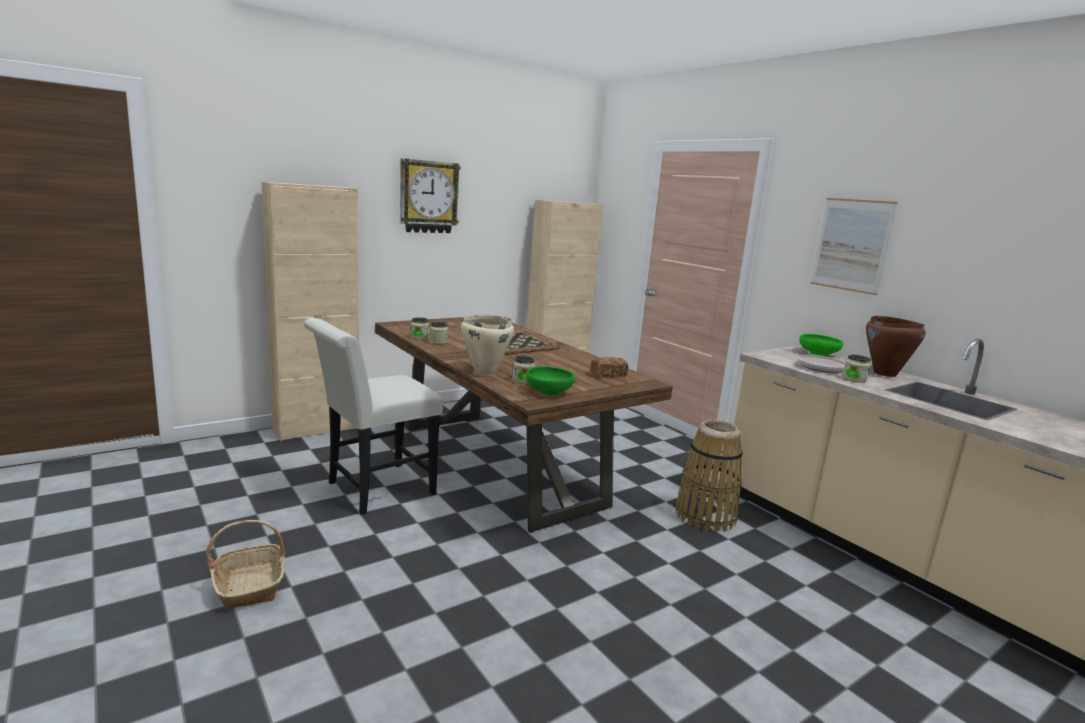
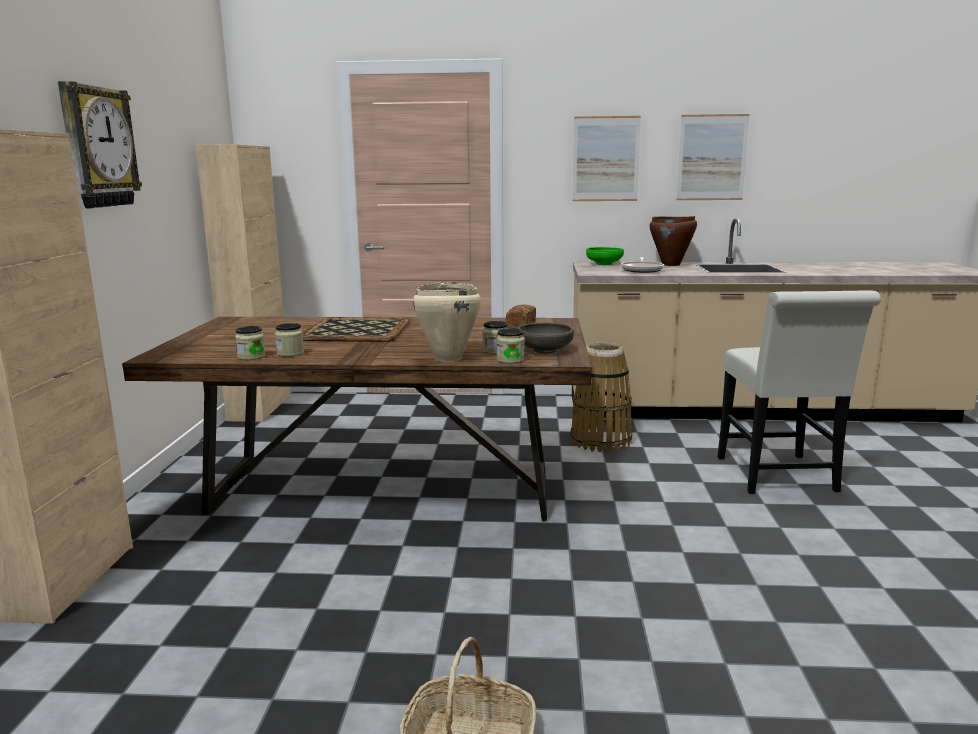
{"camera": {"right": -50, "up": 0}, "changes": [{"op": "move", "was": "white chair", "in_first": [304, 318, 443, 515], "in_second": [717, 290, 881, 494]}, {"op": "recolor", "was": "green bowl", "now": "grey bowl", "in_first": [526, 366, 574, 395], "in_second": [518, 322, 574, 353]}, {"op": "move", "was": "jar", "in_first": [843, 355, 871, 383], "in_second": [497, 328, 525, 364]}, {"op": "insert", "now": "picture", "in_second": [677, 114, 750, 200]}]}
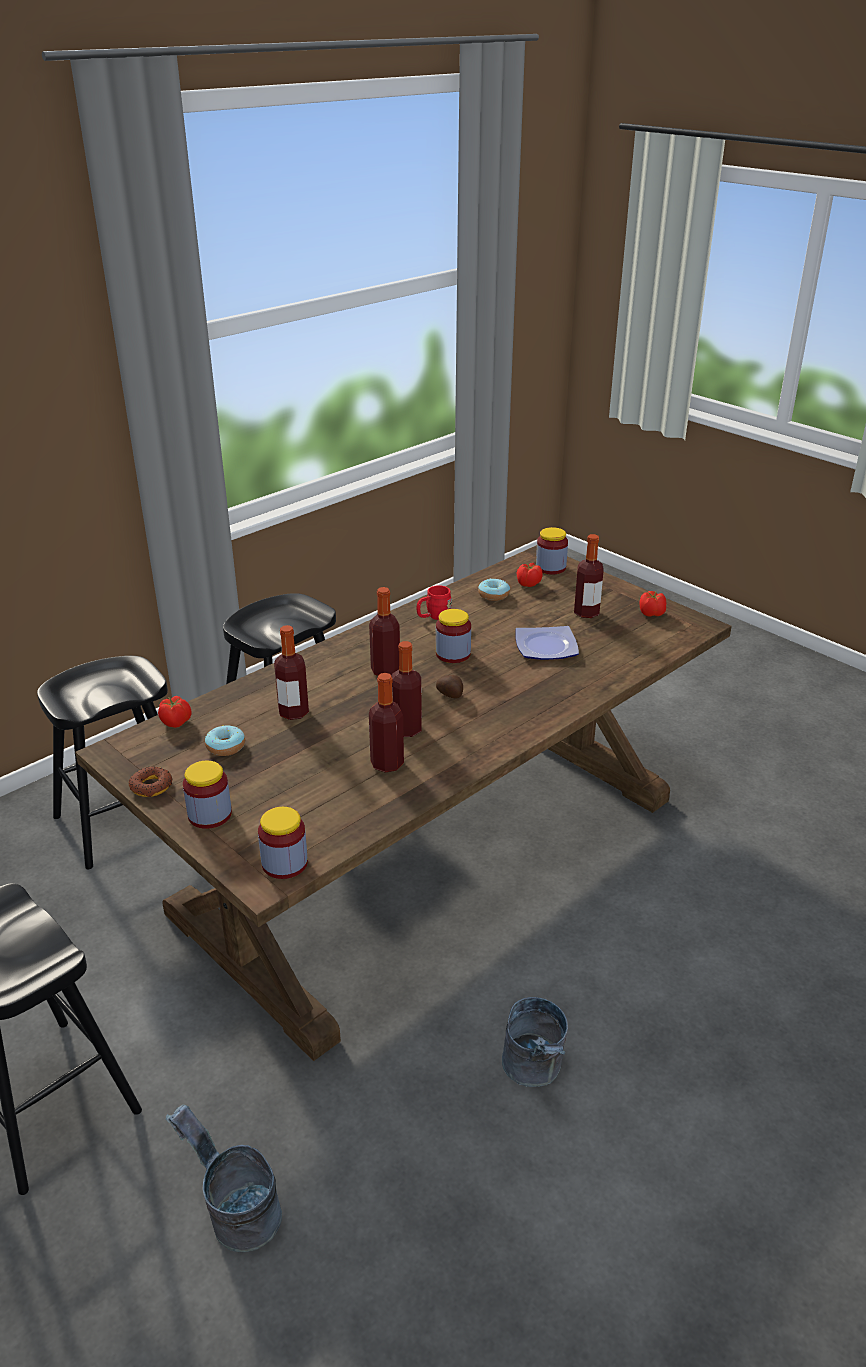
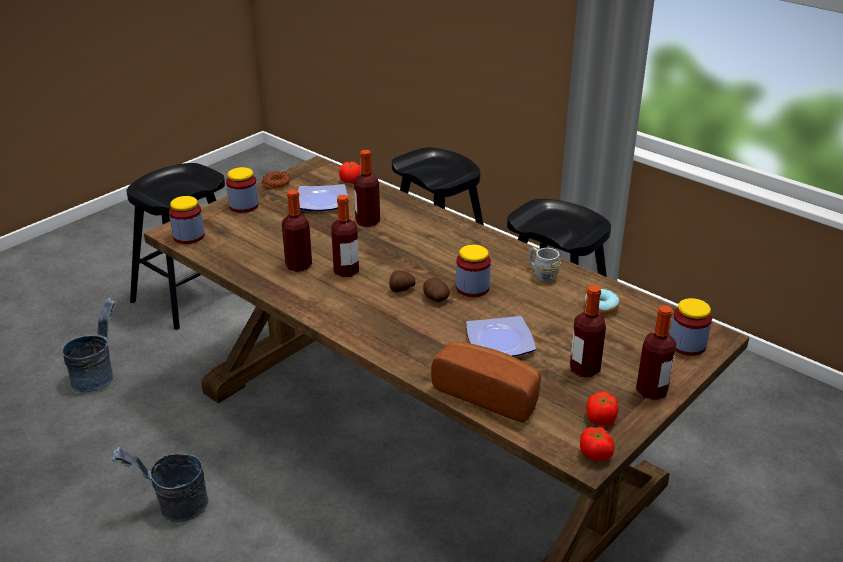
{"camera": {"right": 85, "up": 0}, "changes": [{"op": "replace", "was": "donut", "now": "plate", "in_first": [205, 725, 245, 756], "in_second": [298, 184, 348, 211]}, {"op": "move", "was": "bottle", "in_first": [369, 587, 400, 676], "in_second": [636, 305, 676, 400]}, {"op": "recolor", "was": "red mug", "now": "grey mug", "in_first": [417, 585, 452, 620], "in_second": [528, 247, 561, 283]}, {"op": "move", "was": "tomato", "in_first": [517, 563, 543, 587], "in_second": [580, 427, 615, 461]}, {"op": "insert", "now": "potato", "in_second": [423, 278, 450, 302]}, {"op": "insert", "now": "bread", "in_second": [431, 341, 541, 422]}]}
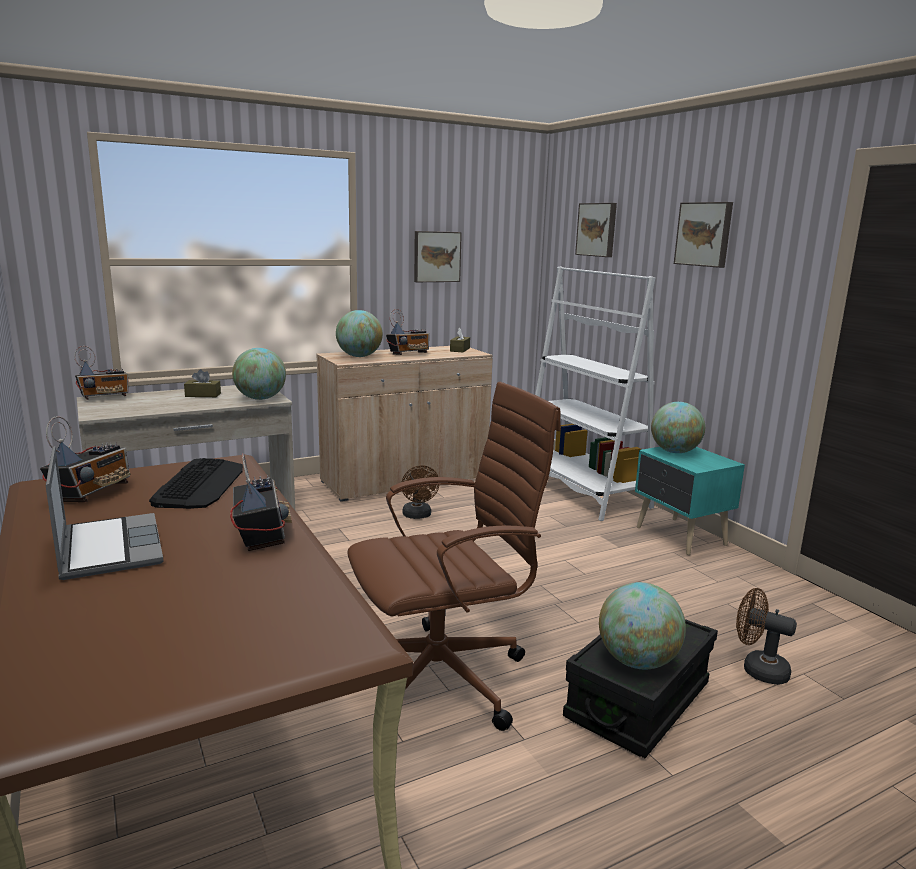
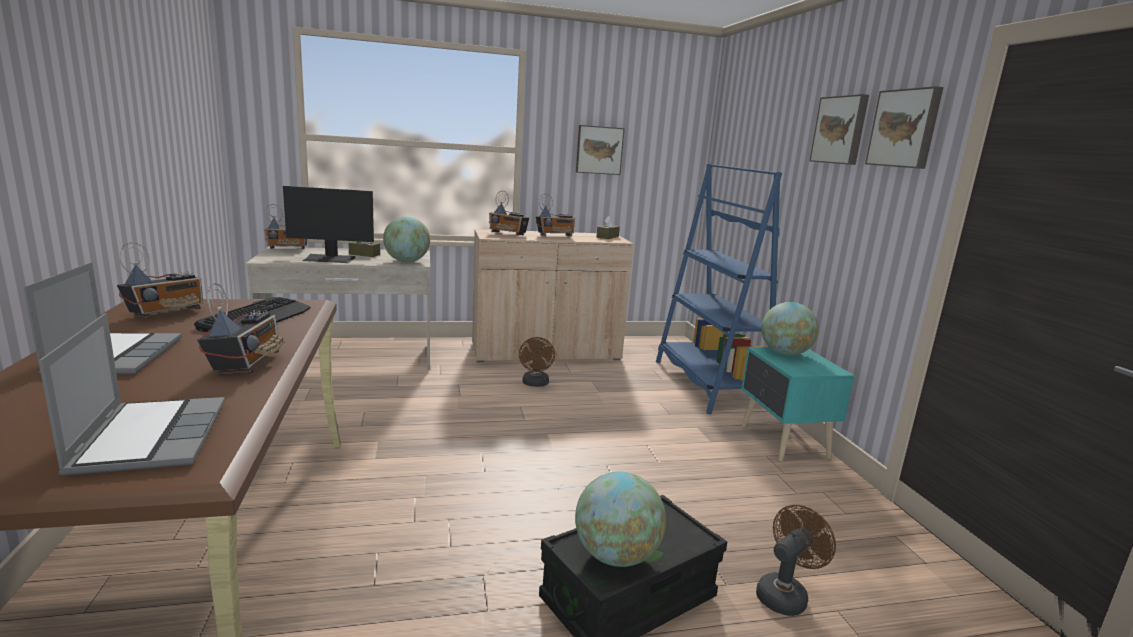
{"camera": {"right": 15, "up": 0}, "changes": [{"op": "replace", "was": "globe", "now": "radio", "in_first": [336, 310, 383, 357], "in_second": [489, 191, 529, 235]}, {"op": "delete", "was": "brown office chair", "in_first": [347, 382, 561, 731]}, {"op": "recolor", "was": "white bookcase", "now": "blue bookcase", "in_first": [535, 267, 655, 521], "in_second": [656, 163, 782, 415]}, {"op": "move", "was": "picture", "in_first": [575, 203, 617, 257], "in_second": [865, 86, 944, 169]}, {"op": "rotate", "was": "brown fan", "in_first": [736, 588, 797, 685], "in_second": [756, 505, 836, 616], "clockwise": 90}, {"op": "insert", "now": "laptop", "in_second": [38, 313, 225, 476]}, {"op": "insert", "now": "monitor", "in_second": [283, 186, 374, 263]}]}
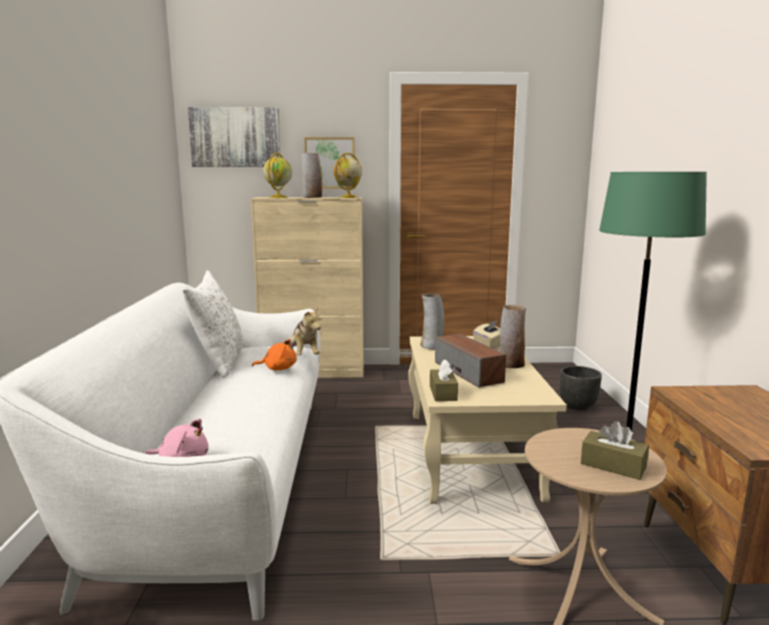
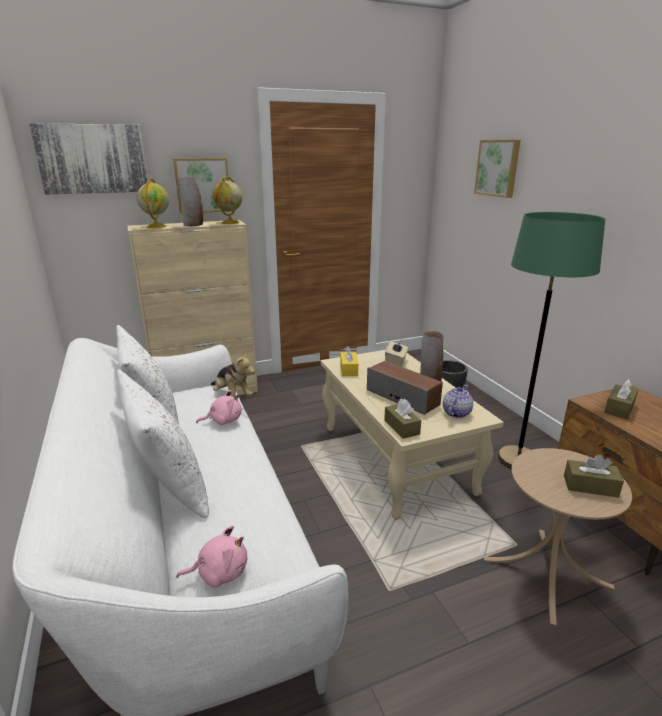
{"camera": {"right": -20, "up": 10}, "changes": [{"op": "recolor", "was": "orange plush toy", "now": "pink plush toy", "in_first": [252, 339, 297, 370], "in_second": [196, 390, 242, 425]}, {"op": "replace", "was": "vase", "now": "yellow tissue box", "in_first": [420, 293, 444, 349], "in_second": [340, 346, 358, 376]}, {"op": "insert", "now": "white pillow", "in_second": [117, 370, 209, 518]}, {"op": "insert", "now": "teapot", "in_second": [443, 385, 473, 418]}, {"op": "insert", "now": "picture", "in_second": [474, 140, 521, 198]}, {"op": "insert", "now": "brown tissue box", "in_second": [604, 379, 638, 419]}]}
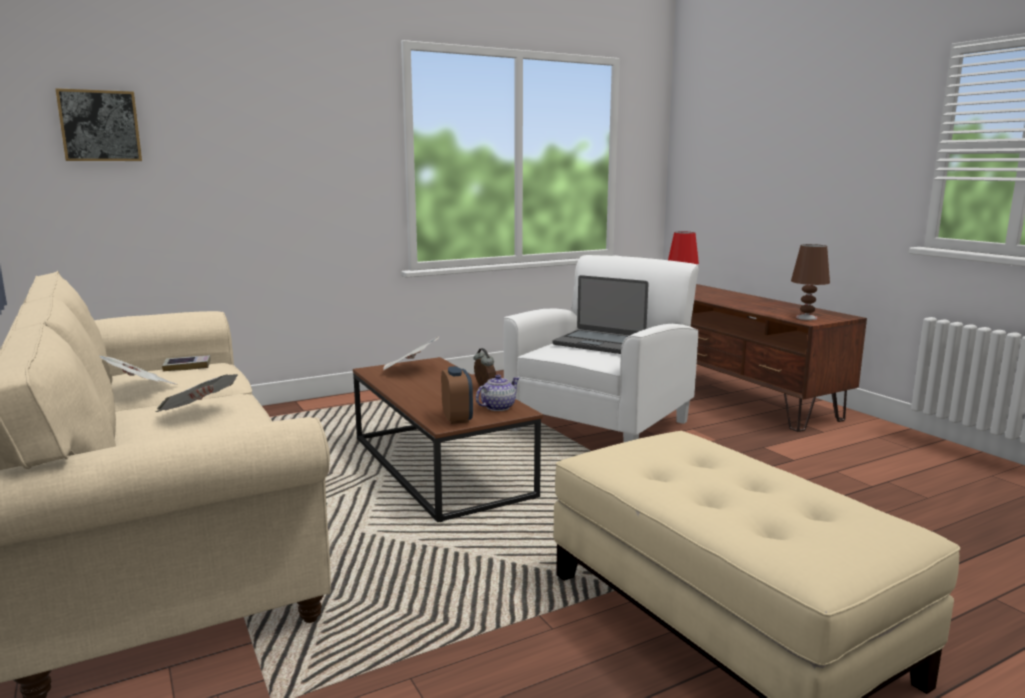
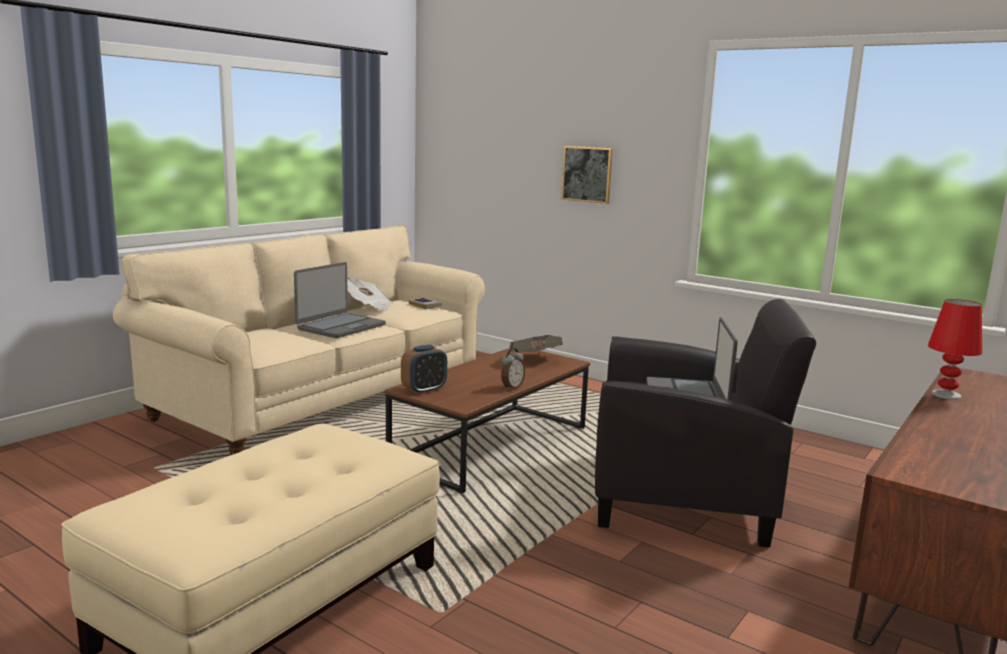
{"camera": {"right": 65, "up": 0}, "changes": [{"op": "move", "was": "picture", "in_first": [55, 88, 142, 161], "in_second": [561, 146, 613, 204]}, {"op": "replace", "was": "newspaper", "now": "laptop", "in_first": [155, 374, 238, 412], "in_second": [294, 262, 386, 338]}, {"op": "delete", "was": "teapot", "in_first": [476, 375, 519, 411]}, {"op": "recolor", "was": "white armchair", "now": "black armchair", "in_first": [504, 255, 699, 442], "in_second": [595, 299, 816, 548]}, {"op": "delete", "was": "brown table lamp", "in_first": [791, 244, 830, 320]}]}
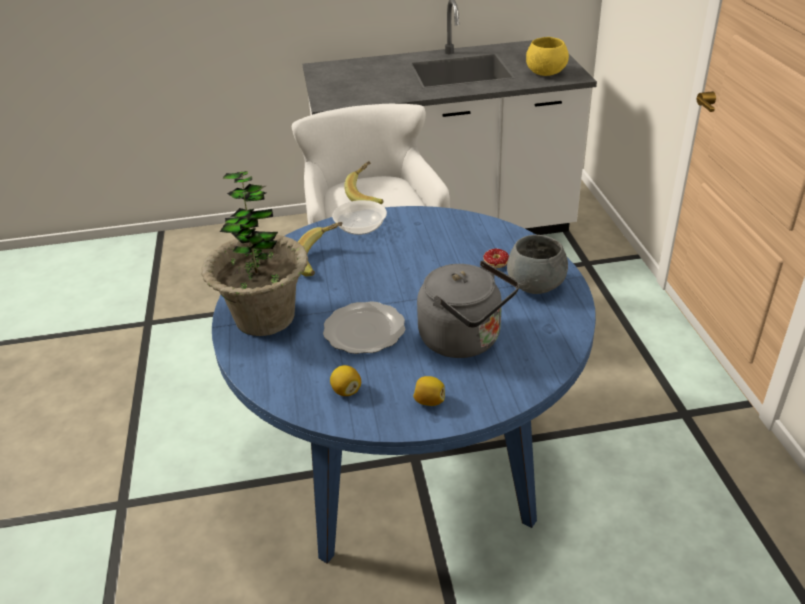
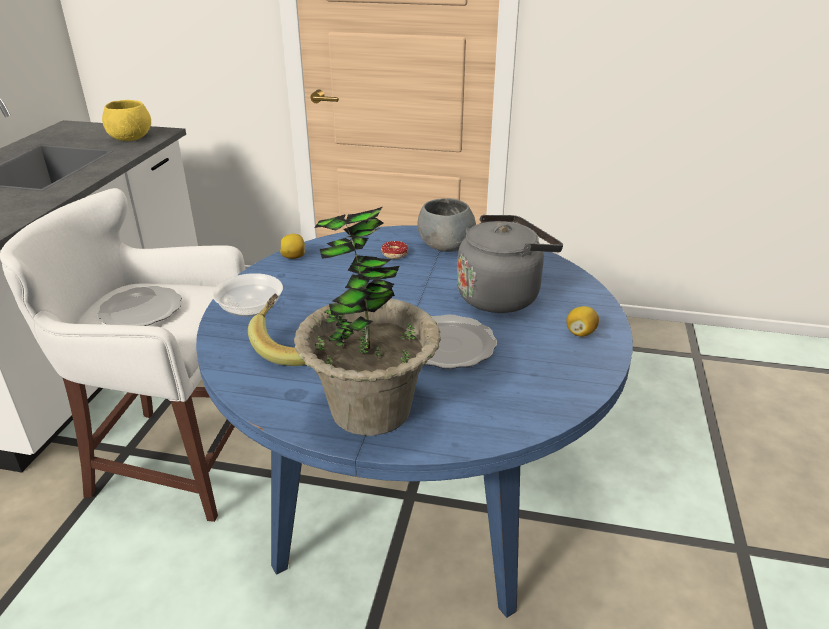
{"camera": {"right": -70, "up": -5}, "changes": [{"op": "move", "was": "lemon", "in_first": [330, 365, 361, 396], "in_second": [280, 234, 305, 259]}, {"op": "replace", "was": "banana", "now": "plate", "in_first": [344, 161, 384, 204], "in_second": [97, 286, 182, 326]}]}
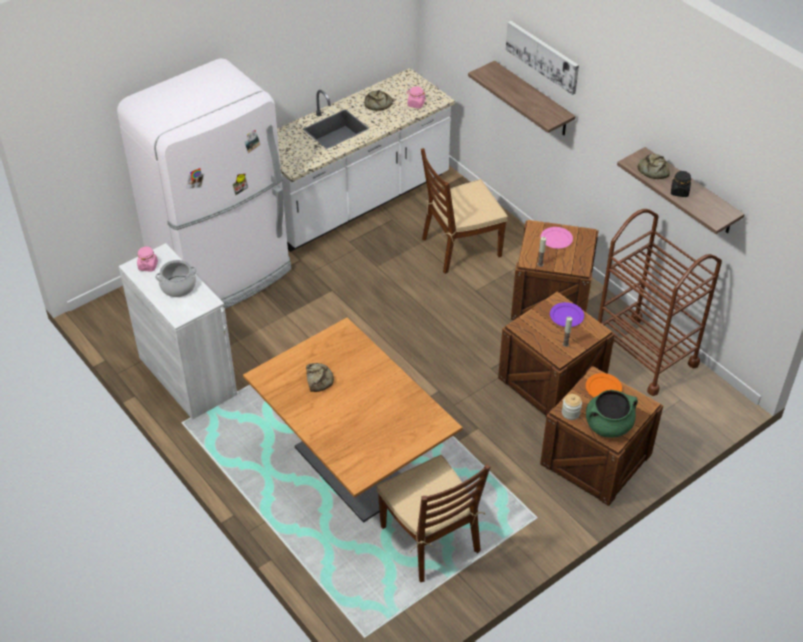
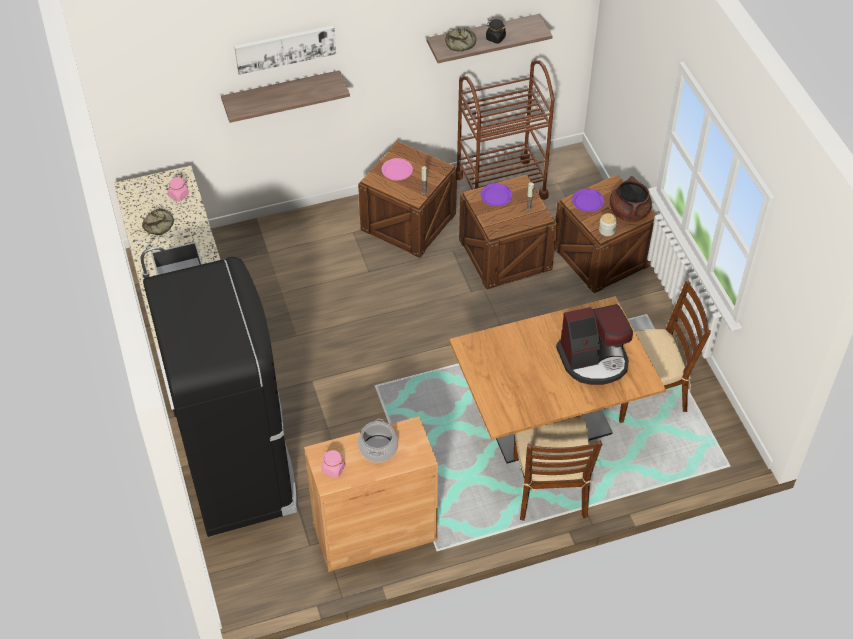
{"camera": {"right": -70, "up": 5}, "changes": [{"op": "recolor", "was": "white fridge", "now": "black fridge", "in_first": [117, 58, 291, 309], "in_second": [143, 257, 297, 537]}, {"op": "recolor", "was": "white cabinet", "now": "brown cabinet", "in_first": [119, 243, 237, 420], "in_second": [304, 416, 438, 572]}, {"op": "delete", "was": "bread", "in_first": [306, 363, 334, 392]}, {"op": "move", "was": "brown chair", "in_first": [421, 148, 508, 274], "in_second": [514, 417, 602, 521]}, {"op": "recolor", "was": "orange plate", "now": "purple plate", "in_first": [586, 373, 622, 397], "in_second": [572, 189, 604, 212]}, {"op": "recolor", "was": "green cooking pot", "now": "brown cooking pot", "in_first": [586, 390, 638, 438], "in_second": [610, 176, 652, 222]}, {"op": "insert", "now": "coffee machine", "in_second": [556, 304, 633, 385]}]}
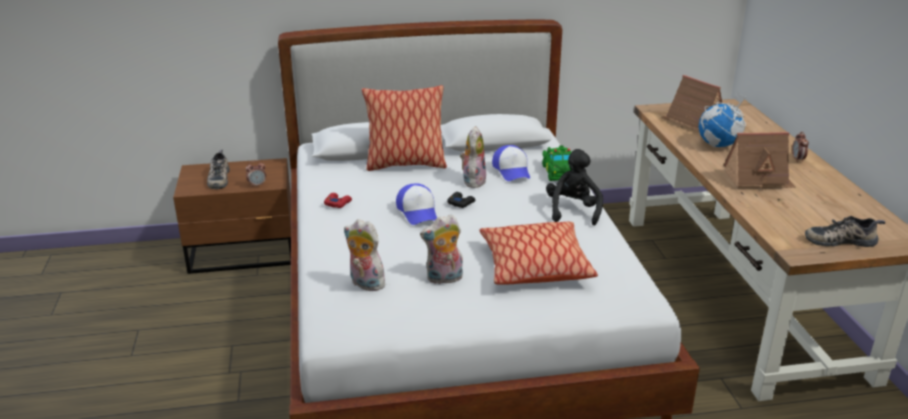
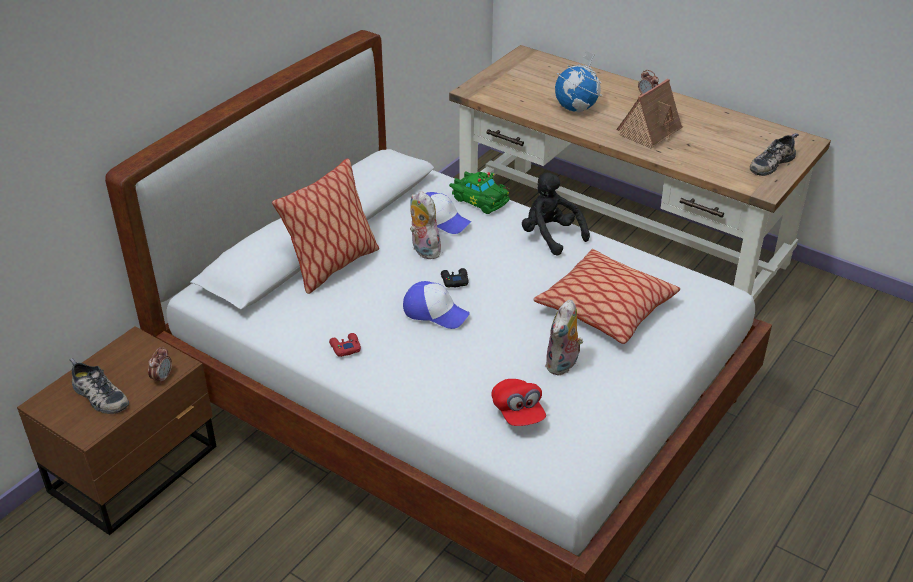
{"camera": {"right": -45, "up": 10}, "changes": [{"op": "replace", "was": "plush toy", "now": "red cap", "in_first": [344, 219, 387, 291], "in_second": [491, 379, 546, 426]}, {"op": "delete", "was": "toy house", "in_first": [661, 75, 722, 133]}]}
